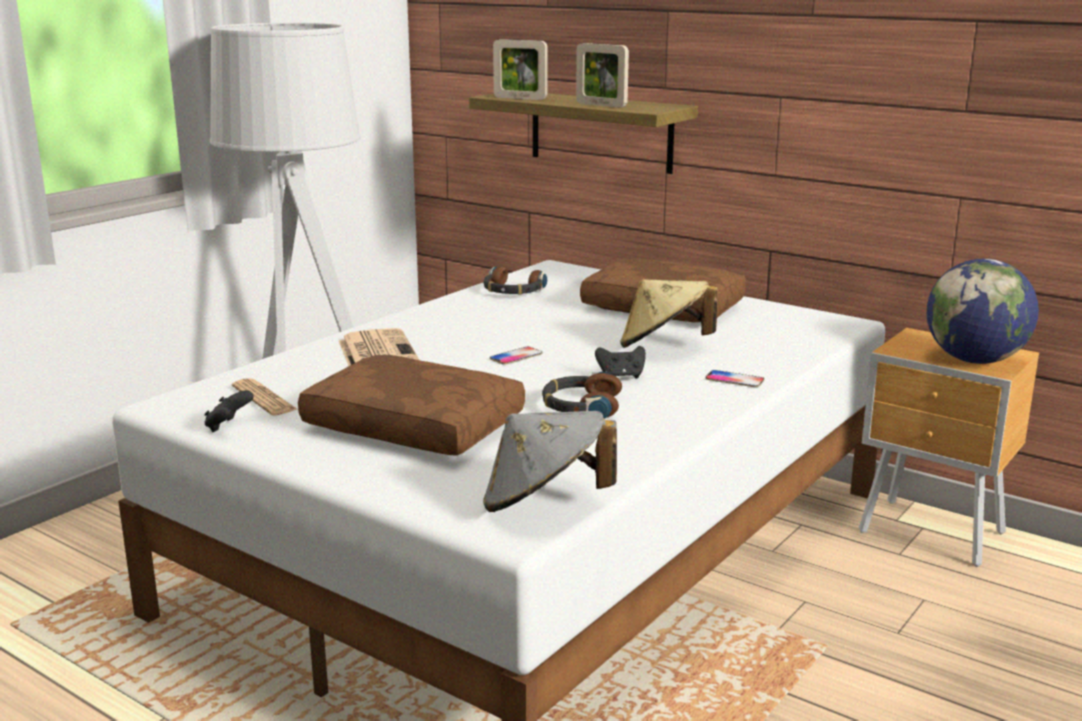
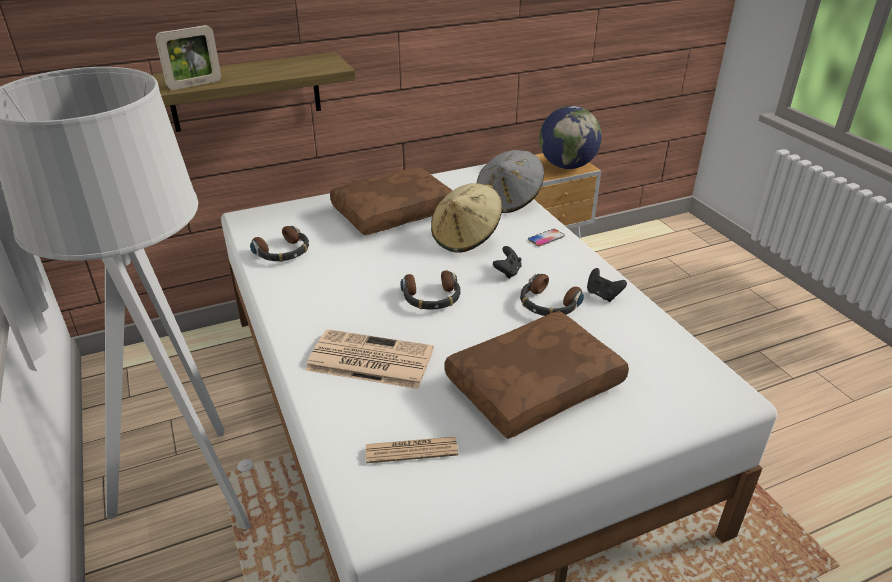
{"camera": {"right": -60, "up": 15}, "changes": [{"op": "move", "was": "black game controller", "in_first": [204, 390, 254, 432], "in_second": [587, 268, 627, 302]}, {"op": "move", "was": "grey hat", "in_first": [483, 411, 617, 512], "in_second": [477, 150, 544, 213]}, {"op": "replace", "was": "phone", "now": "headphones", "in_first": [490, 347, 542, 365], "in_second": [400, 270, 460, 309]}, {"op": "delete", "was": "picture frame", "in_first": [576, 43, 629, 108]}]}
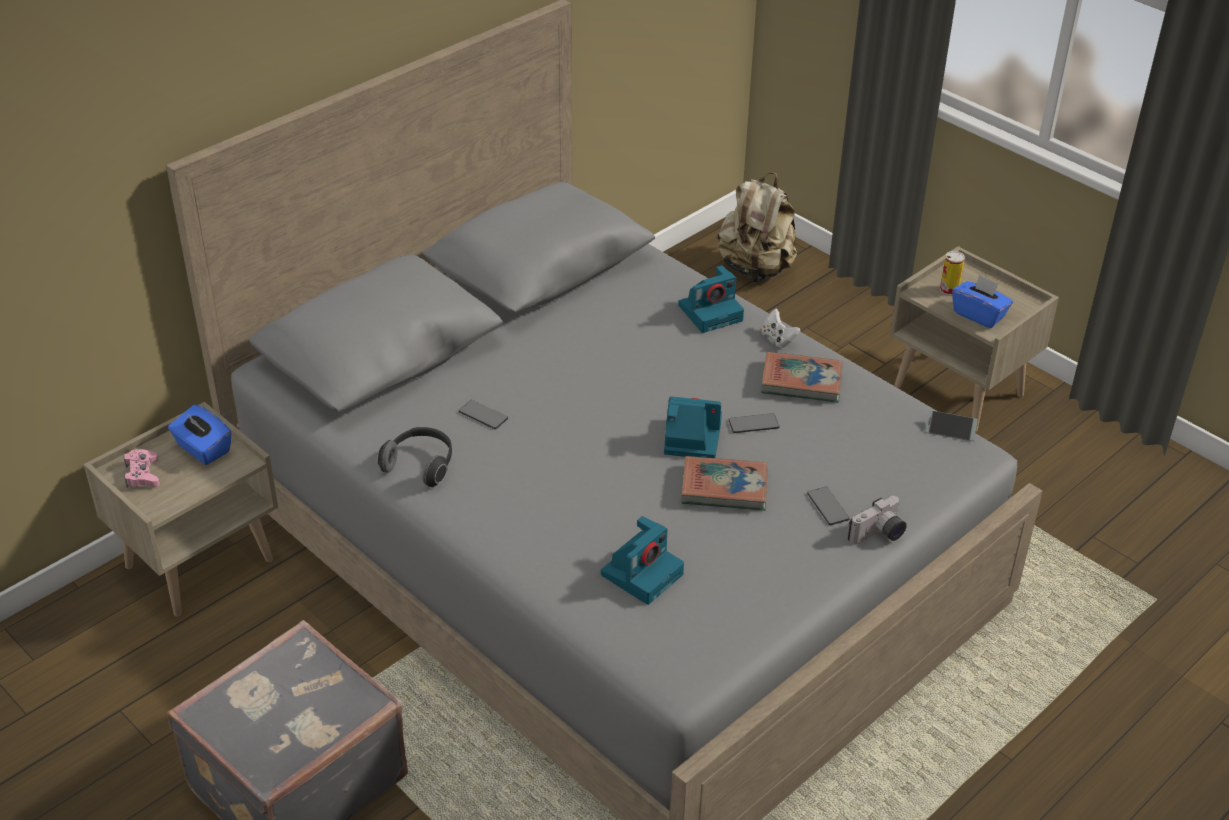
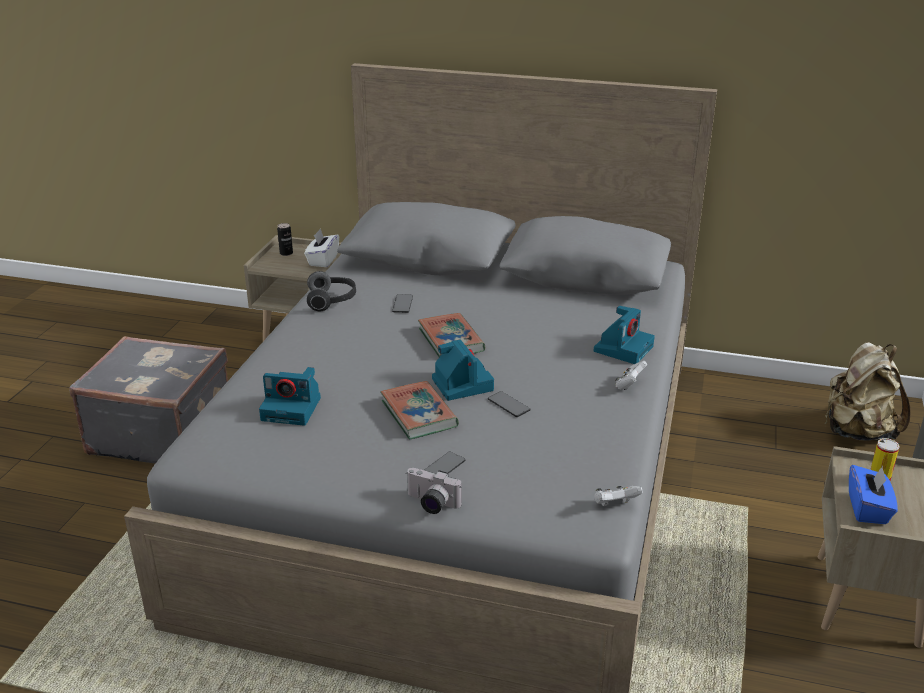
{"camera": {"right": 60, "up": -10}, "changes": [{"op": "replace", "was": "pink game controller", "now": "can", "in_first": [124, 449, 160, 487], "in_second": [277, 223, 293, 256]}, {"op": "recolor", "was": "blue tissue box", "now": "white tissue box", "in_first": [168, 405, 232, 465], "in_second": [304, 229, 339, 267]}, {"op": "rotate", "was": "photo camera", "in_first": [678, 265, 744, 333], "in_second": [594, 306, 655, 364], "clockwise": -90}, {"op": "move", "was": "book", "in_first": [761, 352, 843, 403], "in_second": [418, 313, 485, 357]}, {"op": "replace", "was": "phone", "now": "white game controller", "in_first": [926, 410, 978, 441], "in_second": [594, 486, 643, 507]}]}
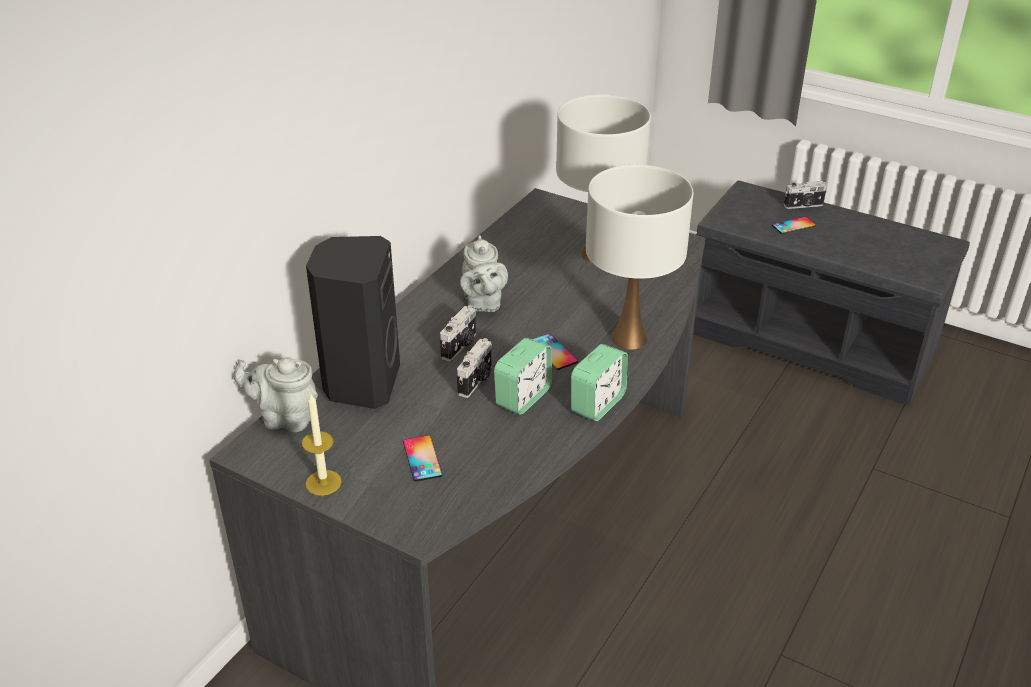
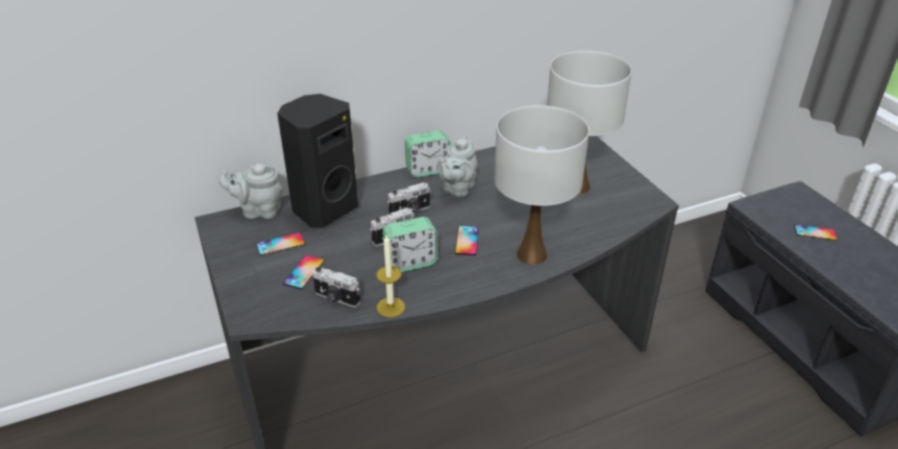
{"camera": {"right": 35, "up": 0}, "changes": [{"op": "rotate", "was": "grey teapot", "in_first": [233, 357, 318, 432], "in_second": [219, 163, 283, 219], "clockwise": -45}, {"op": "move", "was": "candle", "in_first": [302, 394, 342, 496], "in_second": [376, 234, 405, 317]}, {"op": "move", "was": "alarm clock", "in_first": [571, 344, 628, 421], "in_second": [405, 130, 451, 177]}, {"op": "move", "was": "photo camera", "in_first": [784, 181, 827, 209], "in_second": [312, 267, 360, 307]}, {"op": "insert", "now": "phone", "in_second": [256, 232, 305, 256]}]}
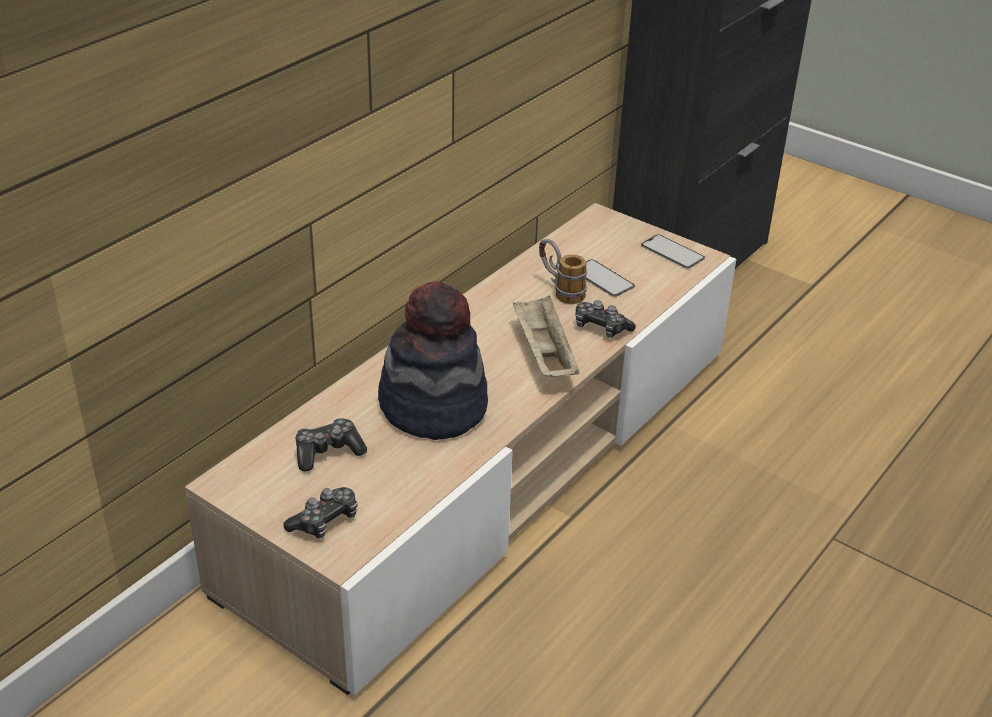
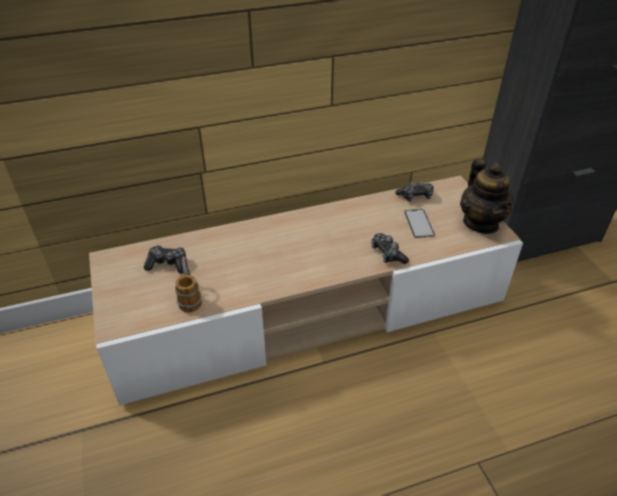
{"camera": {"right": 35, "up": 5}, "changes": [{"op": "move", "was": "game controller", "in_first": [283, 487, 357, 538], "in_second": [395, 181, 434, 202]}, {"op": "delete", "was": "hat", "in_first": [378, 281, 488, 440]}, {"op": "delete", "was": "beige tray", "in_first": [513, 295, 580, 377]}, {"op": "move", "was": "mug", "in_first": [539, 239, 587, 304], "in_second": [175, 256, 202, 313]}, {"op": "replace", "was": "phone", "now": "teapot", "in_first": [641, 234, 705, 269], "in_second": [460, 158, 514, 234]}]}
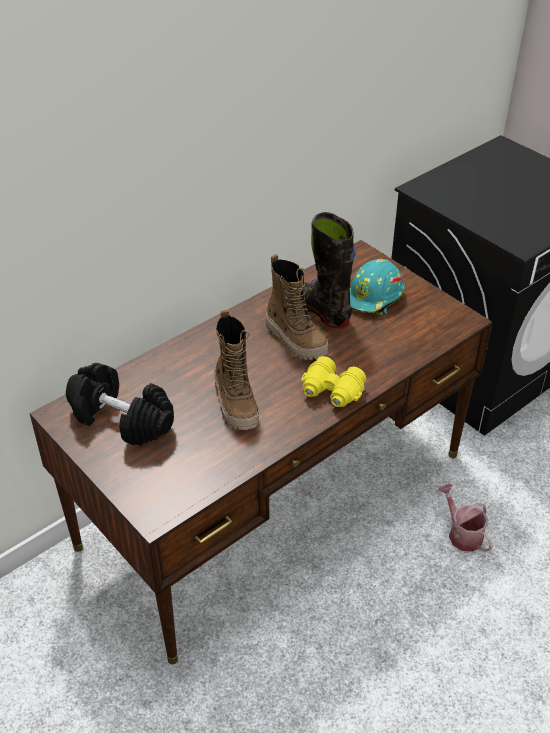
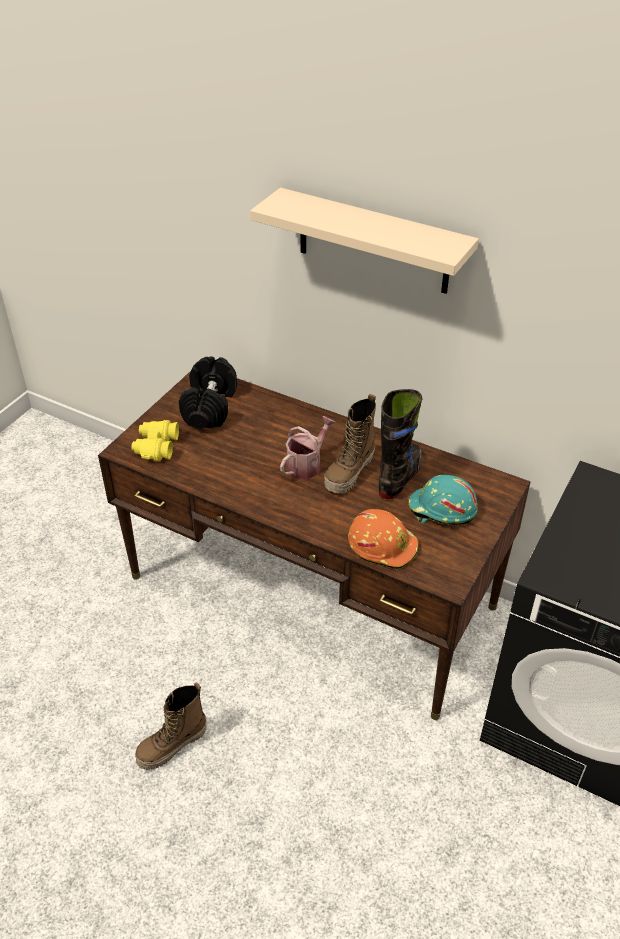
{"camera": {"right": 70, "up": 0}, "changes": [{"op": "move", "was": "boot", "in_first": [214, 310, 259, 430], "in_second": [135, 683, 207, 770]}, {"op": "move", "was": "yellow binoculars", "in_first": [301, 356, 366, 407], "in_second": [131, 420, 179, 461]}, {"op": "move", "was": "watering can", "in_first": [438, 484, 493, 552], "in_second": [280, 416, 336, 479]}, {"op": "insert", "now": "beige shelf", "in_second": [250, 188, 479, 294]}, {"op": "insert", "now": "orange hard hat", "in_second": [348, 509, 419, 569]}]}
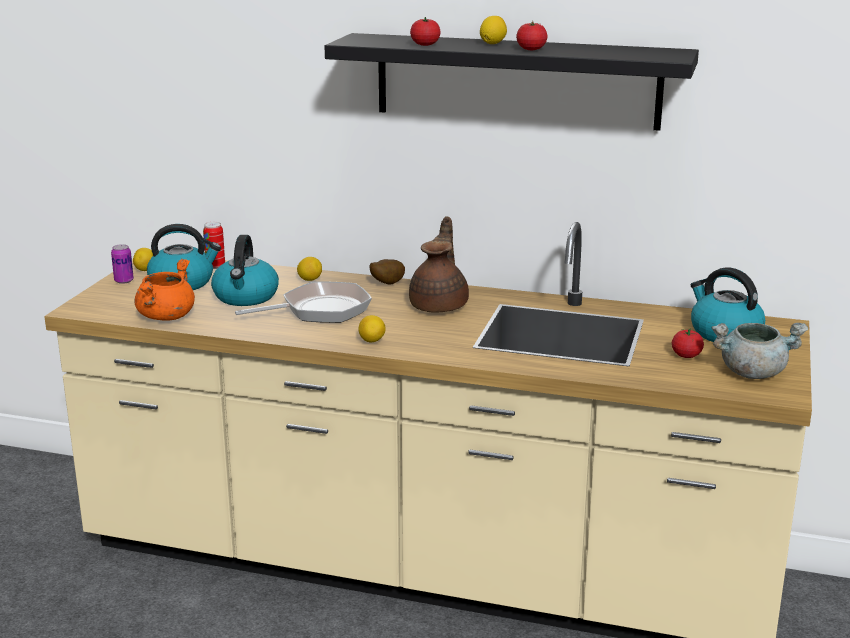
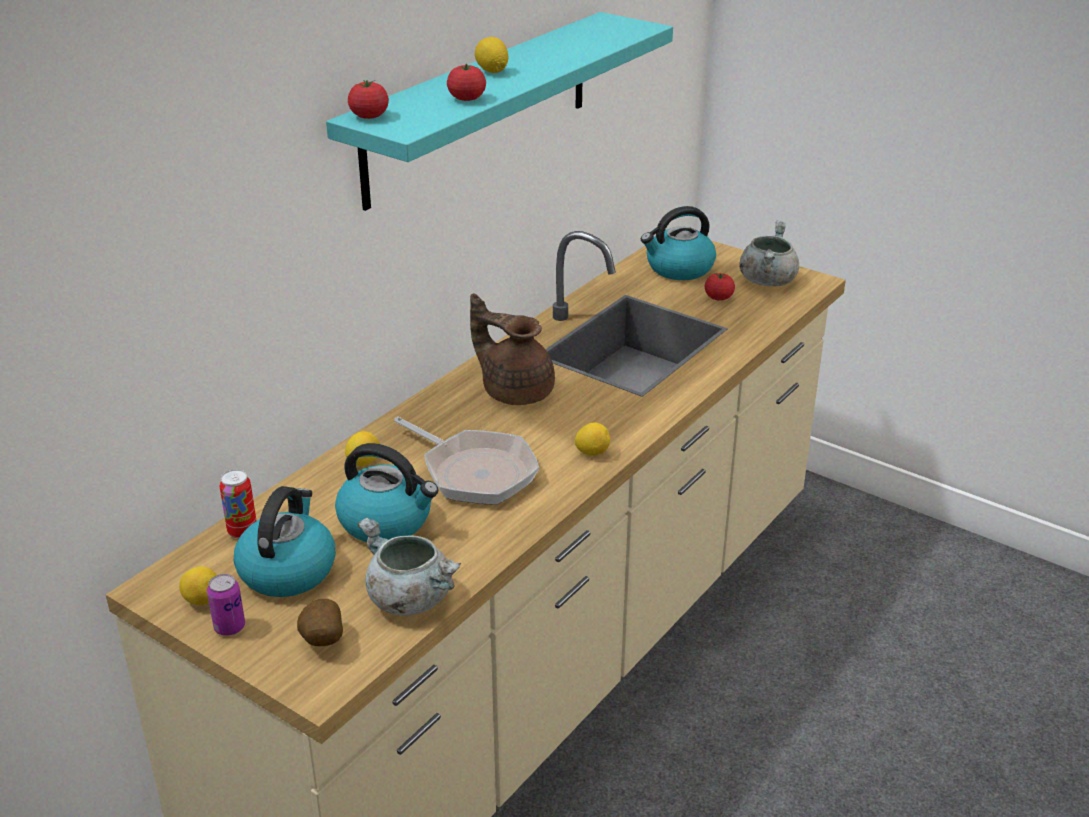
{"camera": {"right": -70, "up": 10}, "changes": [{"op": "recolor", "was": "orange cooking pot", "now": "grey cooking pot", "in_first": [135, 259, 195, 321], "in_second": [357, 518, 461, 616]}, {"op": "rotate", "was": "frying pan", "in_first": [235, 281, 372, 323], "in_second": [394, 417, 540, 505], "clockwise": 135}, {"op": "recolor", "was": "black shelf", "now": "turquoise shelf", "in_first": [325, 33, 699, 131], "in_second": [326, 12, 673, 211]}, {"op": "move", "was": "potato", "in_first": [369, 259, 405, 284], "in_second": [297, 599, 343, 646]}, {"op": "move", "was": "tomato", "in_first": [516, 21, 548, 50], "in_second": [348, 80, 389, 119]}]}
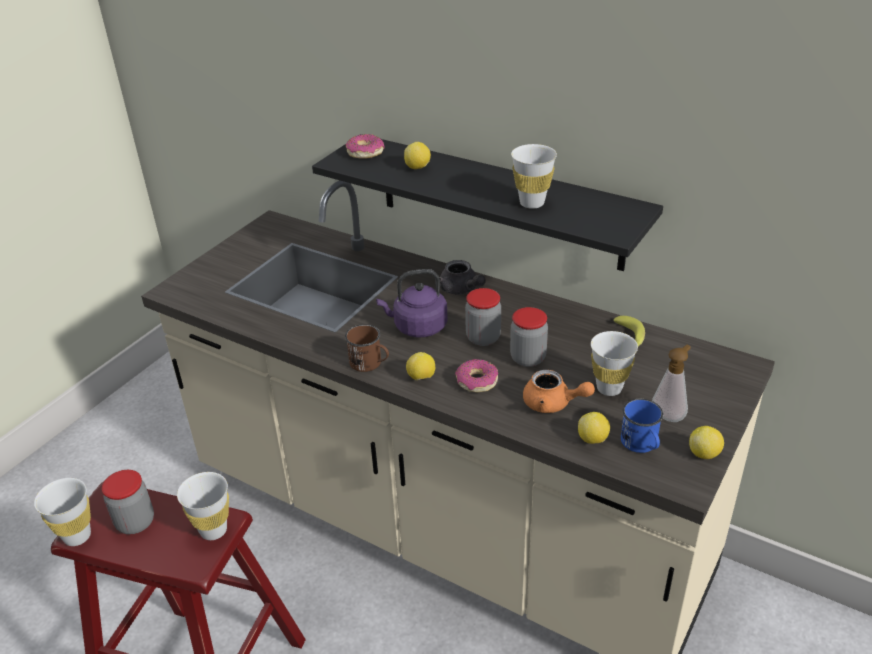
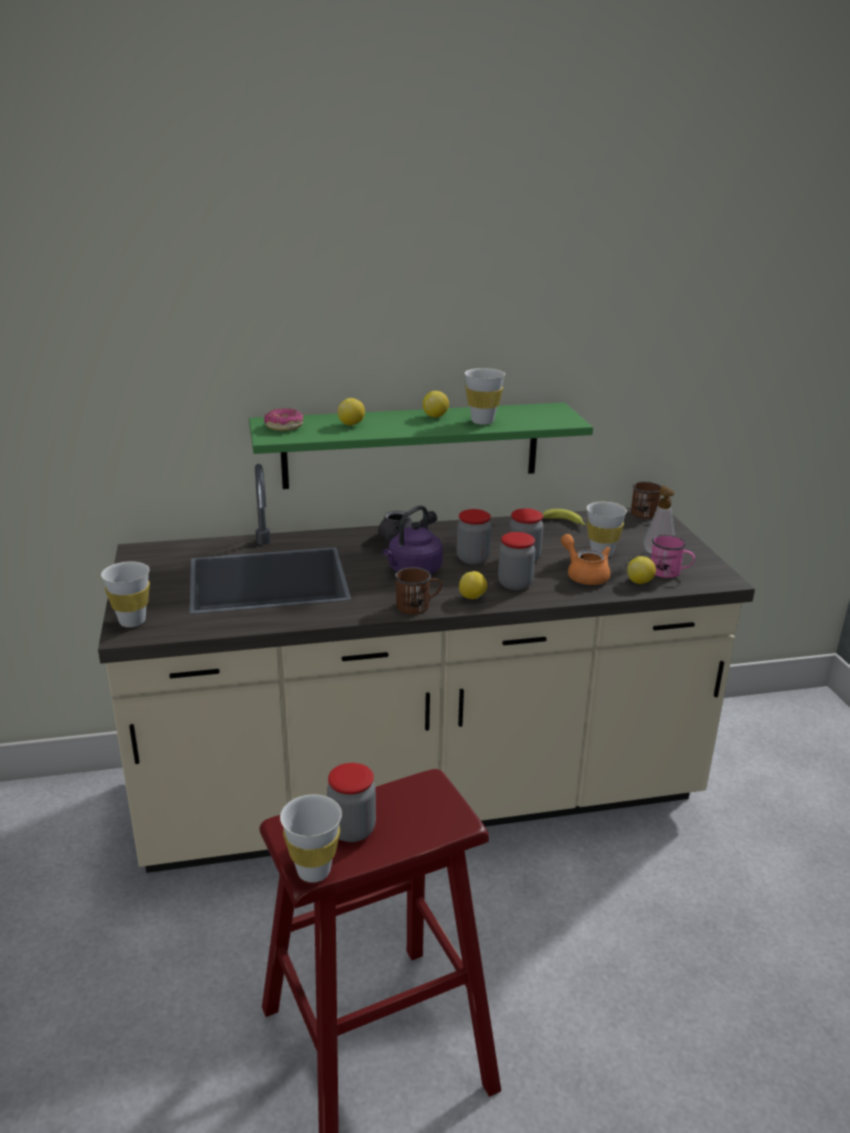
{"camera": {"right": -45, "up": -10}, "changes": [{"op": "move", "was": "white cup", "in_first": [177, 472, 229, 540], "in_second": [101, 562, 150, 627]}, {"op": "recolor", "was": "black shelf", "now": "green shelf", "in_first": [312, 134, 663, 271], "in_second": [249, 402, 593, 489]}, {"op": "replace", "was": "donut", "now": "jar", "in_first": [455, 359, 498, 392], "in_second": [498, 532, 536, 590]}, {"op": "rotate", "was": "orange teapot", "in_first": [523, 370, 595, 413], "in_second": [561, 534, 611, 585], "clockwise": -105}, {"op": "recolor", "was": "blue mug", "now": "pink mug", "in_first": [621, 399, 663, 453], "in_second": [651, 535, 695, 578]}, {"op": "move", "was": "lemon", "in_first": [689, 426, 724, 459], "in_second": [423, 391, 449, 418]}, {"op": "insert", "now": "brown mug", "in_second": [631, 481, 671, 519]}]}
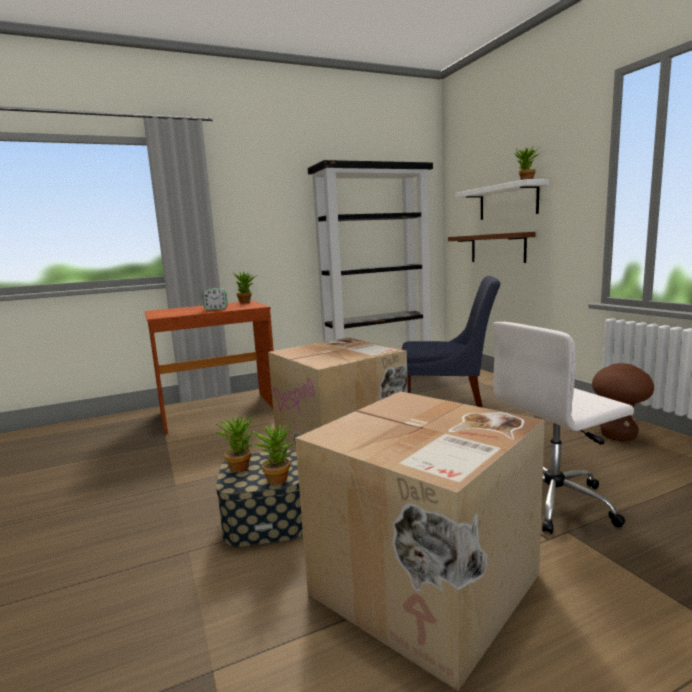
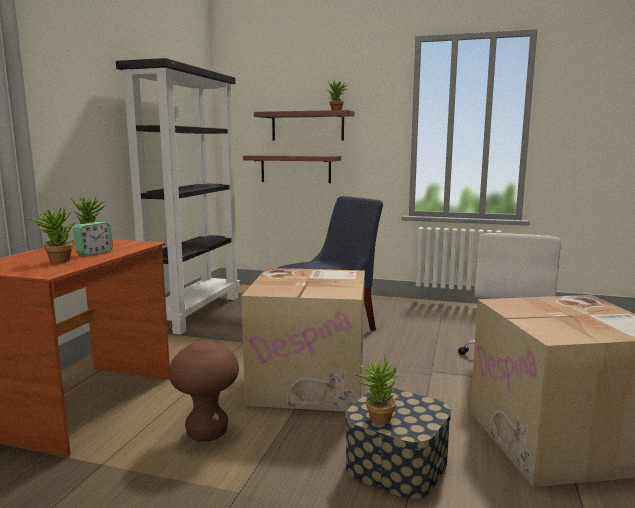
{"camera": {"right": -50, "up": 0}, "changes": [{"op": "move", "was": "potted plant", "in_first": [252, 420, 294, 485], "in_second": [28, 207, 76, 263]}, {"op": "recolor", "was": "white shelf", "now": "brown shelf", "in_first": [455, 179, 549, 220], "in_second": [254, 110, 354, 141]}, {"op": "move", "was": "brown stool", "in_first": [592, 363, 654, 441], "in_second": [169, 341, 239, 442]}]}
